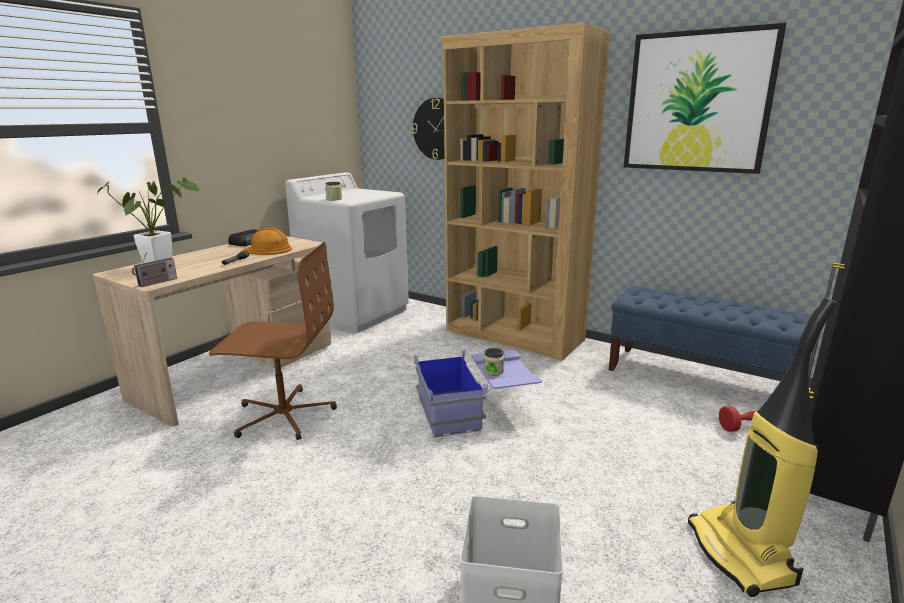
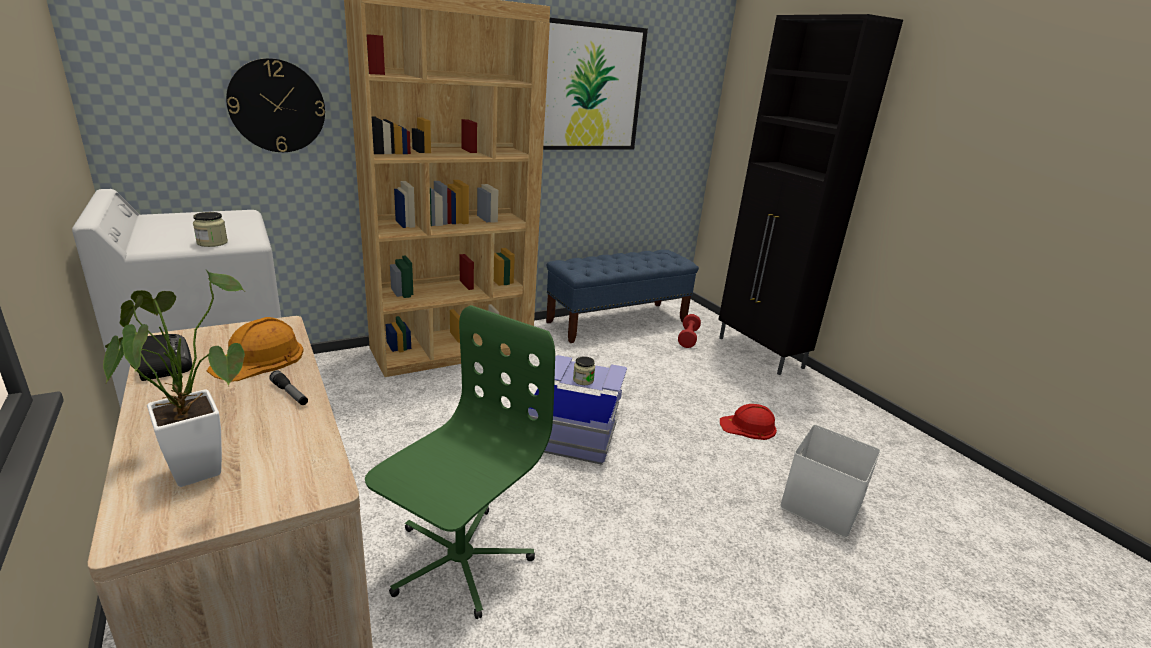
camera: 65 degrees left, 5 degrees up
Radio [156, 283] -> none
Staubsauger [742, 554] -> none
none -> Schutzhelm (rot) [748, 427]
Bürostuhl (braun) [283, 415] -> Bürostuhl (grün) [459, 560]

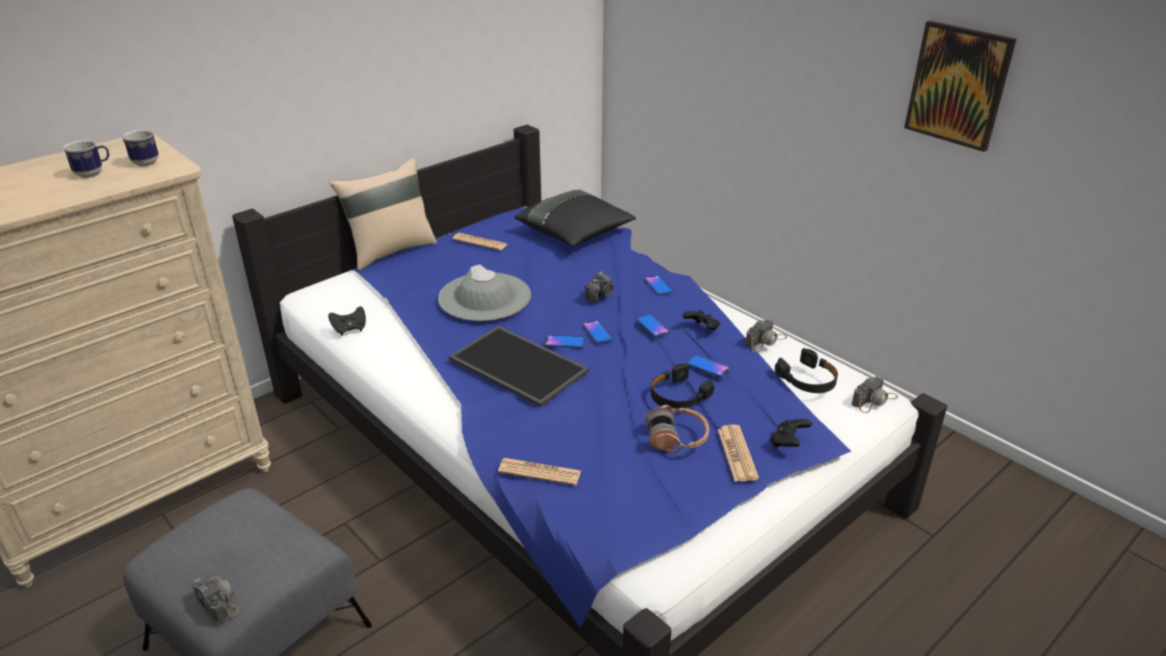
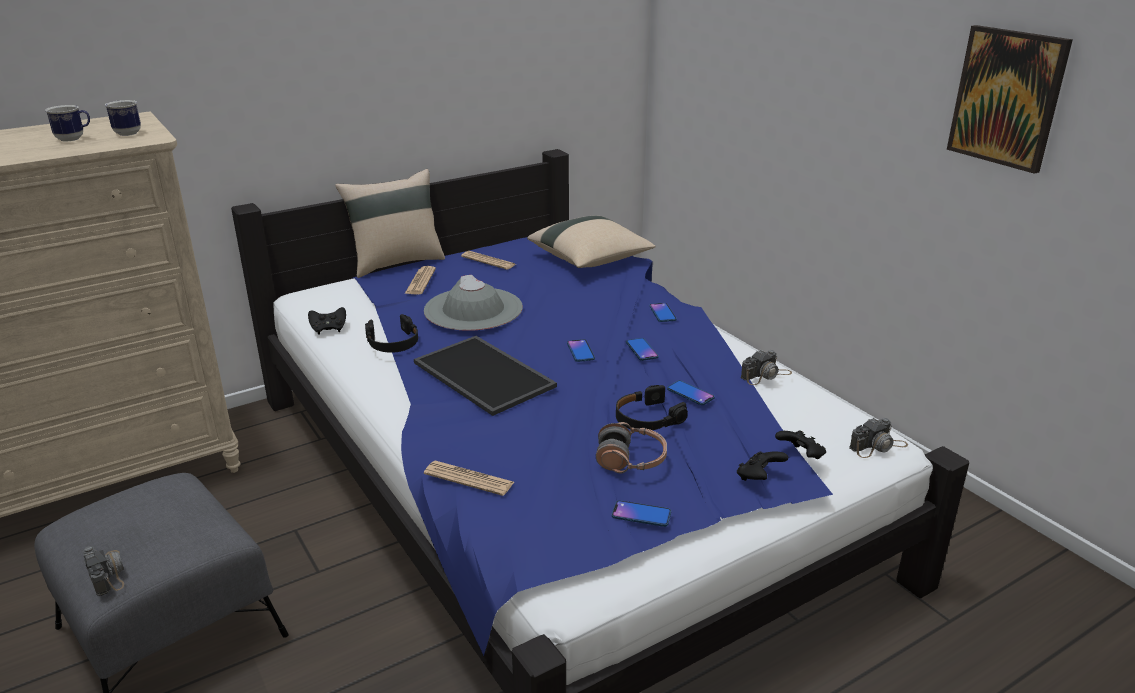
camera: 10 degrees right, 5 degrees down
Kamera [600, 295] -> none
Handy [564, 342] -> Handy [641, 514], relocated
Gamepad (schwarz) [702, 329] -> Gamepad (schwarz) [801, 456], relocated
Zeitung [737, 454] -> Zeitung [420, 281], relocated
Kopfhörer (schwarz) [808, 379] -> Kopfhörer (schwarz) [393, 342], relocated
Kissen (schwarz) [575, 234] -> Kissen (beige) [591, 260]

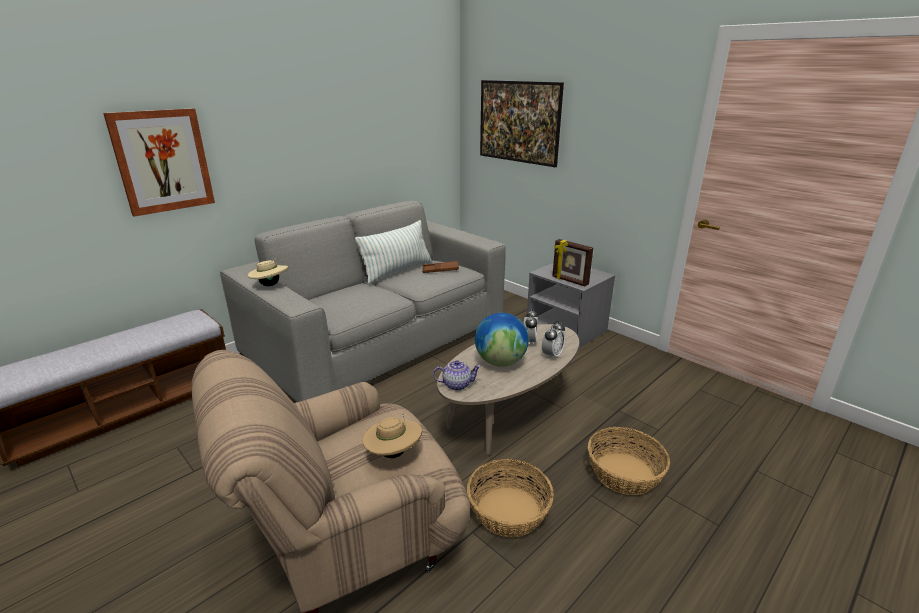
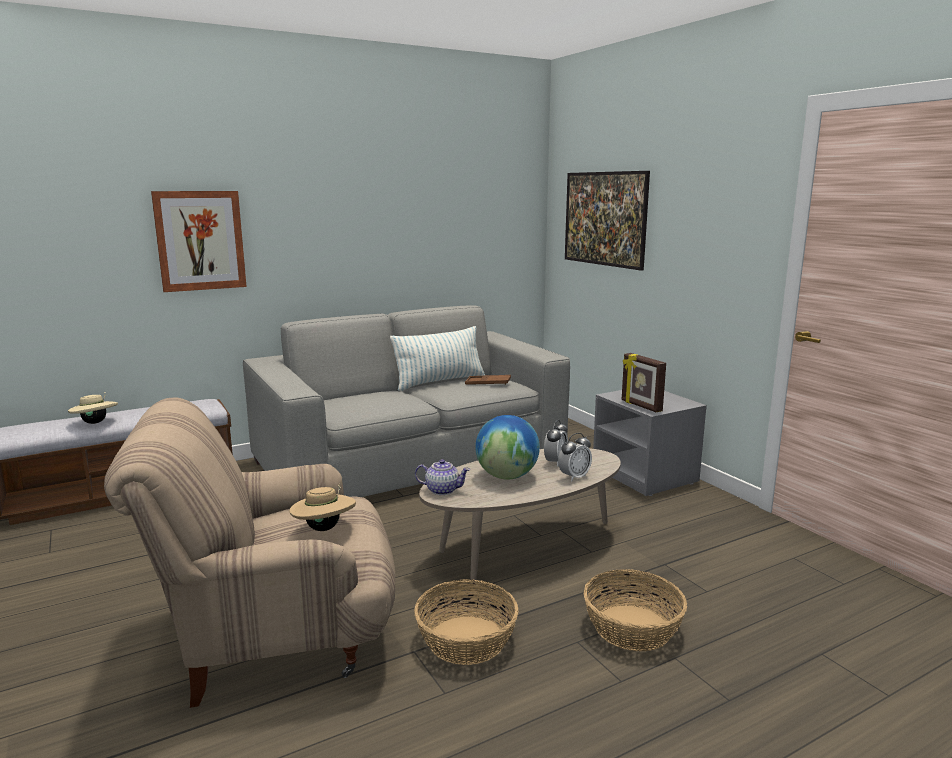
camera: 15 degrees right, 10 degrees down
Hut (beige) [270, 285] -> Hut (beige) [95, 422], relocated

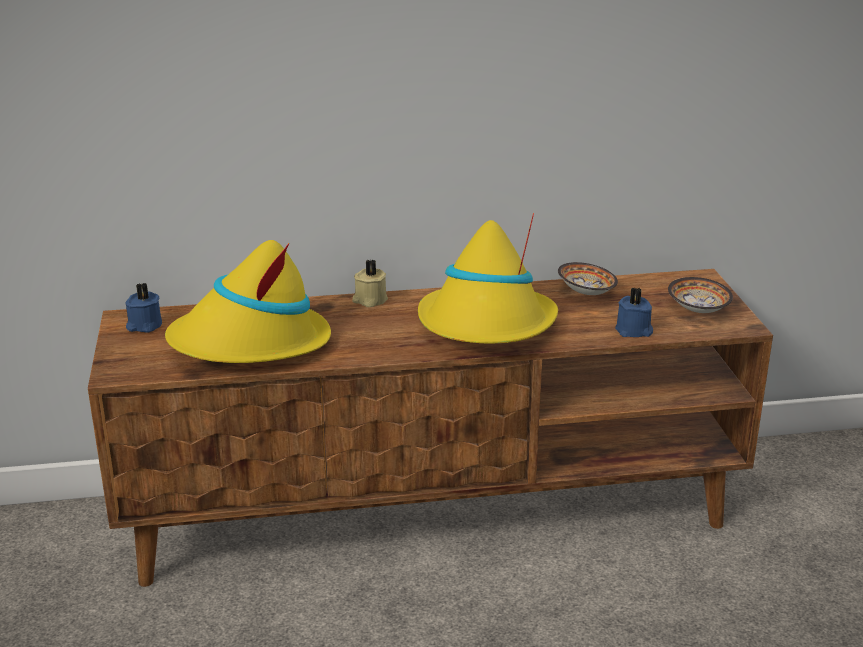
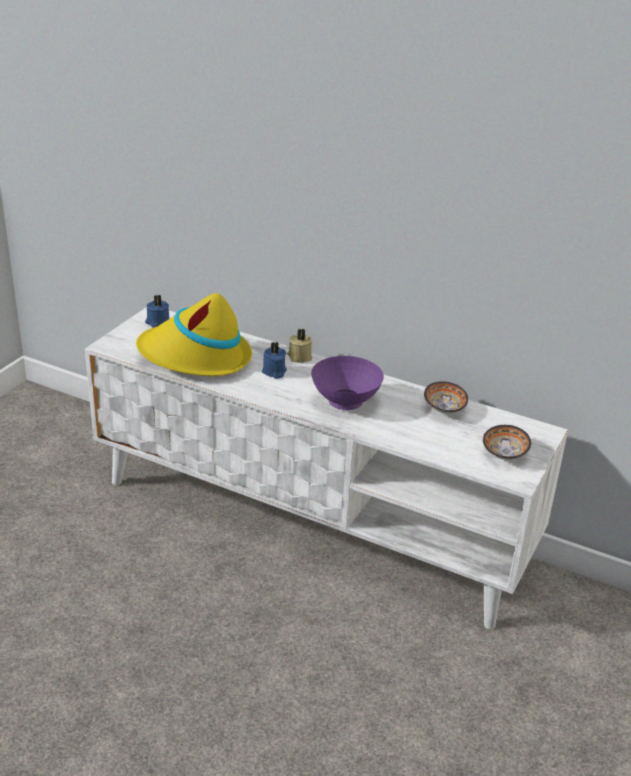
camera: 35 degrees right, 5 degrees up
Kerze (blau) [634, 331] -> Kerze (blau) [274, 372], relocated
Hut (gelb) [487, 326] -> Schüssel (lila) [345, 404]
Fernsehschrank (braun) [433, 514] -> Fernsehschrank (weiß) [311, 523]

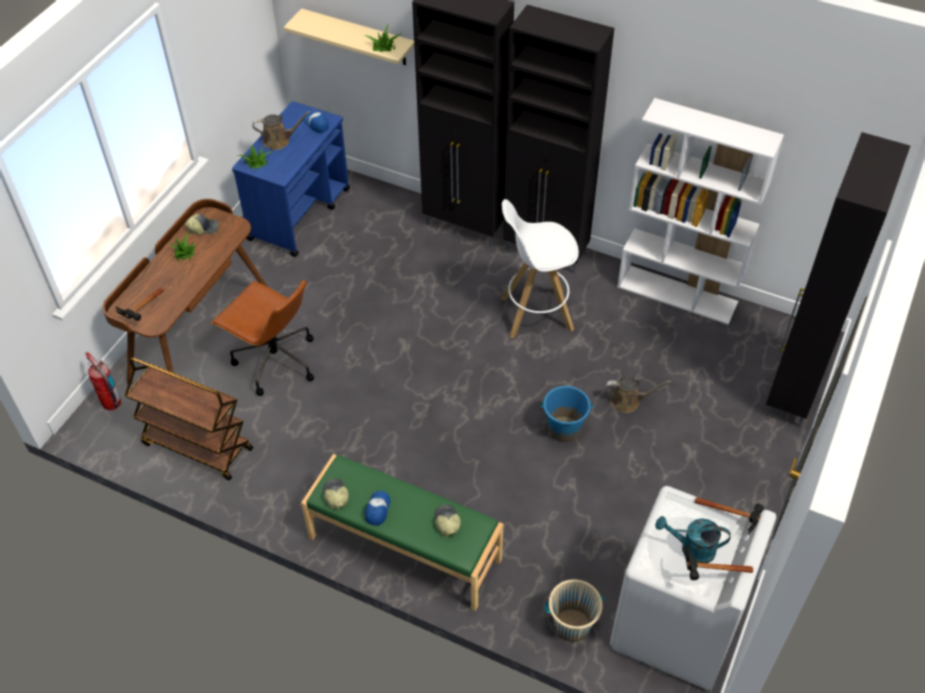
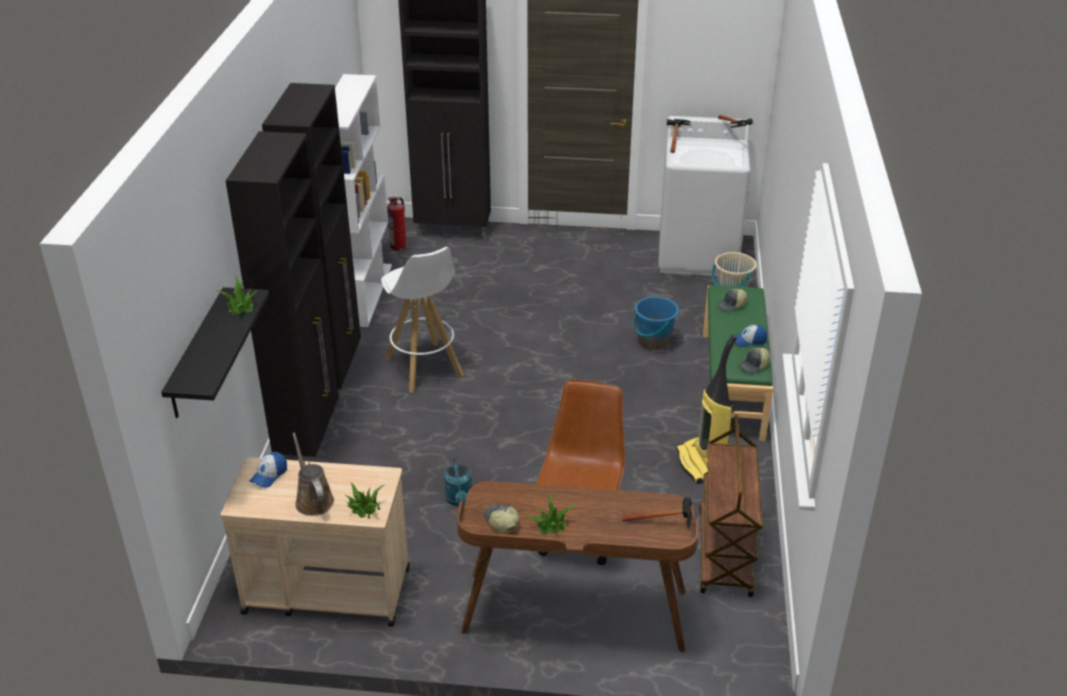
camera: 110 degrees left, 15 degrees down
Gießkanne (braun) [628, 401] -> none
none -> Staubsauger [702, 464]
Feuerlöscher [111, 403] -> Feuerlöscher [398, 246], relocated
Eimer (blau) [564, 429] -> Eimer (blau) [654, 341], relocated
Gießkanne (türkis) [691, 549] -> Gießkanne (türkis) [460, 500], relocated
Rollwagen (blau) [300, 213] -> Rollwagen (beige) [326, 590]
Wandregal (beige) [358, 37] -> Wandregal (schwarz) [197, 354]

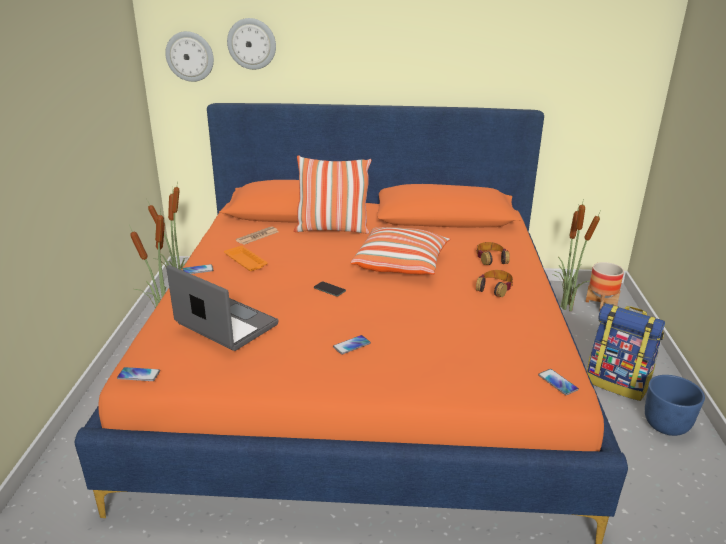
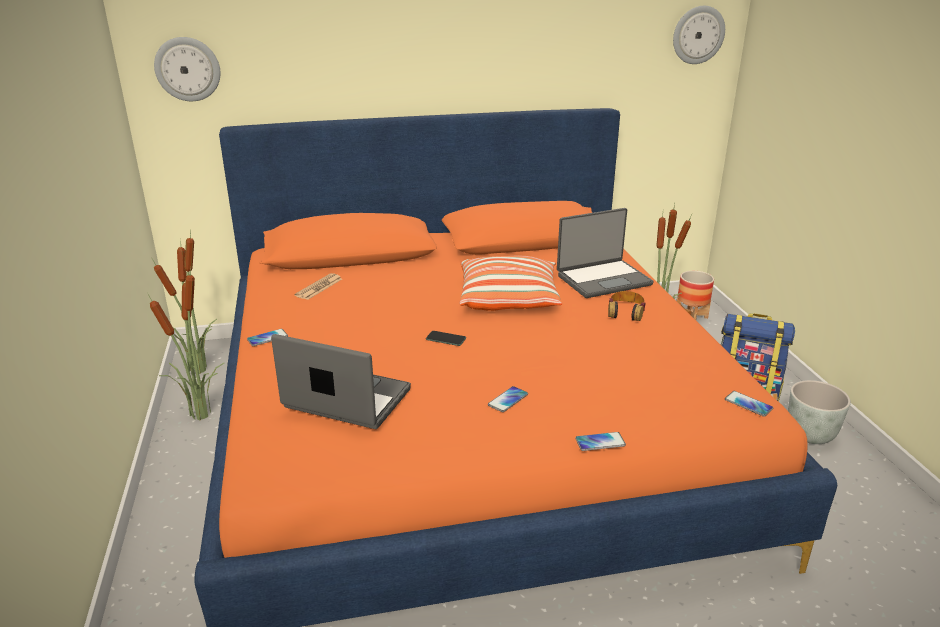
camera: 15 degrees left, 0 degrees up
Tablett (orange) [246, 262] -> none
Kissen [332, 229] -> none
Handy [138, 375] -> Handy [600, 442], relocated
Wanduhr [252, 44] -> Wanduhr [698, 35], relocated
Kopfhörer [491, 258] -> Laptop [603, 279]
Pflanzkübel (blau) [665, 425] -> Pflanzkübel (grau) [809, 435]

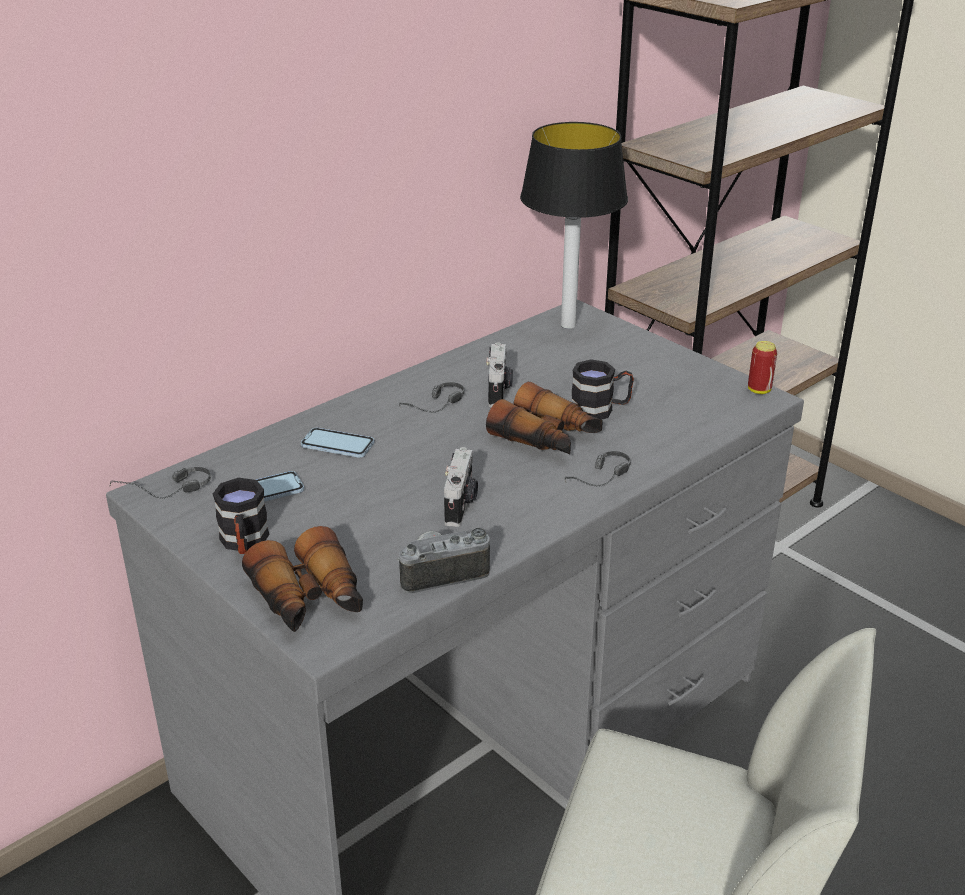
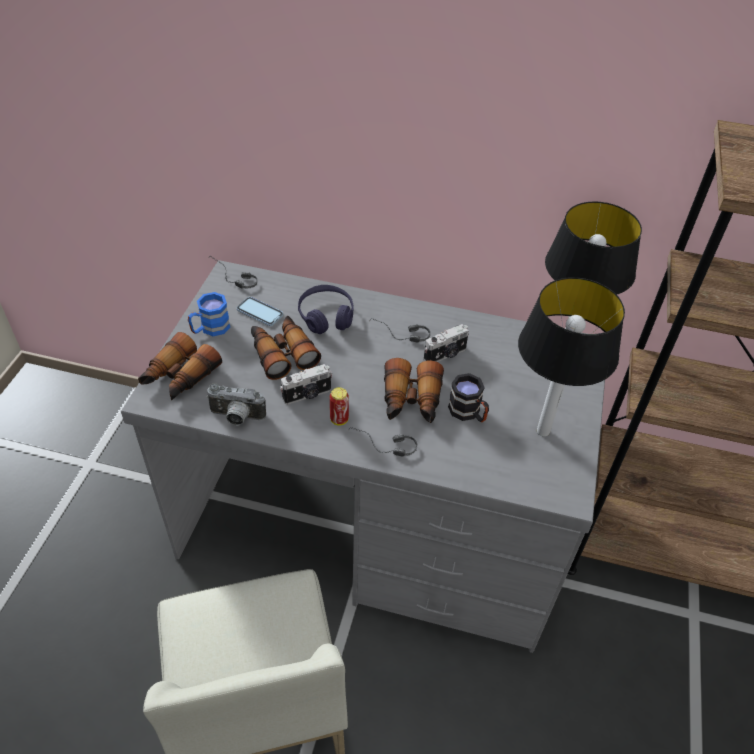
camera: 55 degrees right, 15 degrees up
none -> Fernglas [282, 353]
none -> Tischlampe [543, 430]
Dose [759, 390] -> Dose [339, 419], relocated
Handy [337, 445] -> Kopfhörer (lila) [326, 316]
Henkelbecher (schwarz) [244, 543] -> Henkelbecher (blau) [210, 329]
Kamera [442, 573] -> Kamera [236, 417], 150 degrees clockwise

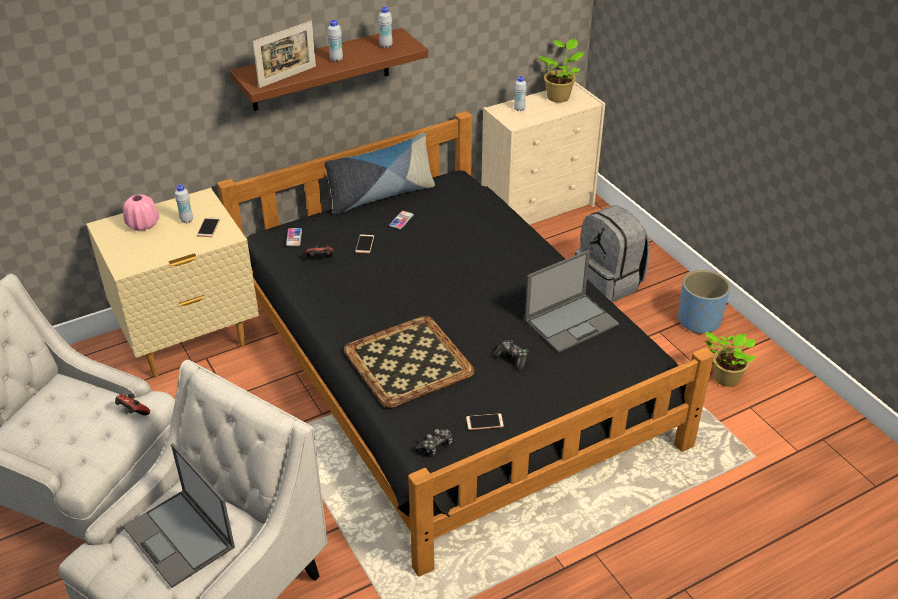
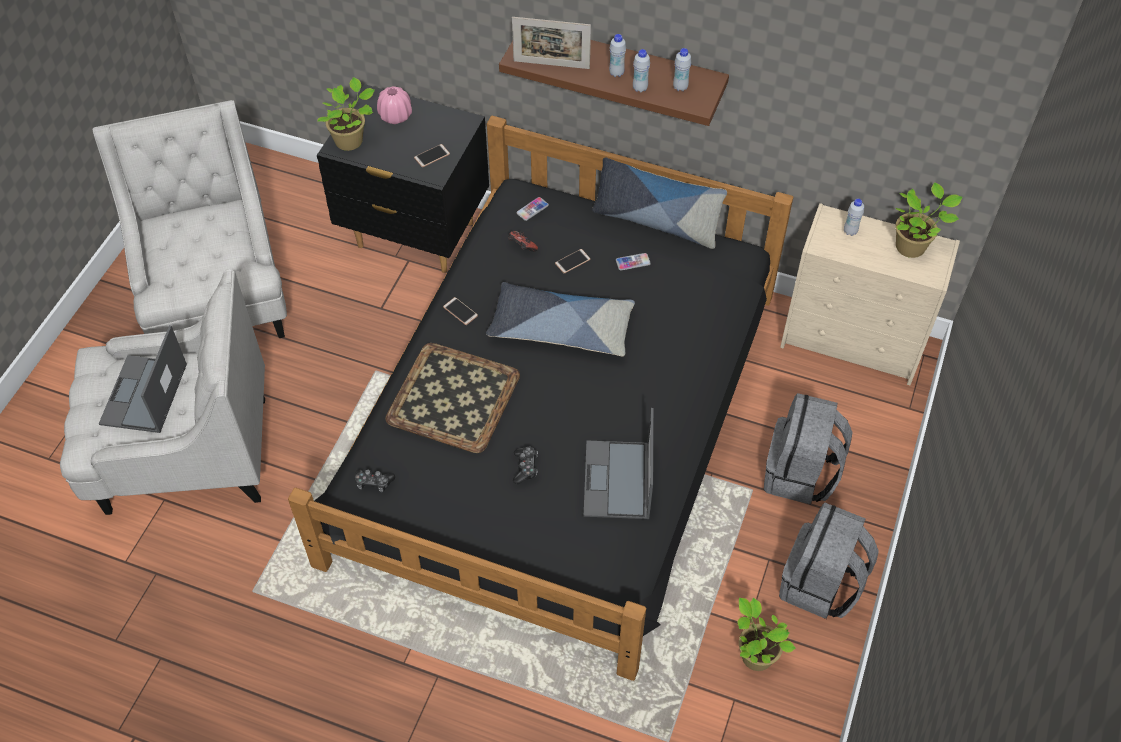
camera: 50 degrees right, 15 degrees up
Gamepad [133, 412] -> none
none -> Topfpflanze [351, 141]
none -> Kissen [561, 328]
Flasche (weiß) [186, 220] -> Flasche (weiß) [640, 88], relocated
Handy [484, 422] -> Handy [460, 311], relocated
Pflanzkübel (blau) [699, 321] -> Rucksack (grau) [820, 584]
Nachttisch (beige) [189, 342] -> Nachttisch (schwarz) [415, 236]
Laptop [572, 322] -> Laptop [617, 481], 75 degrees clockwise

